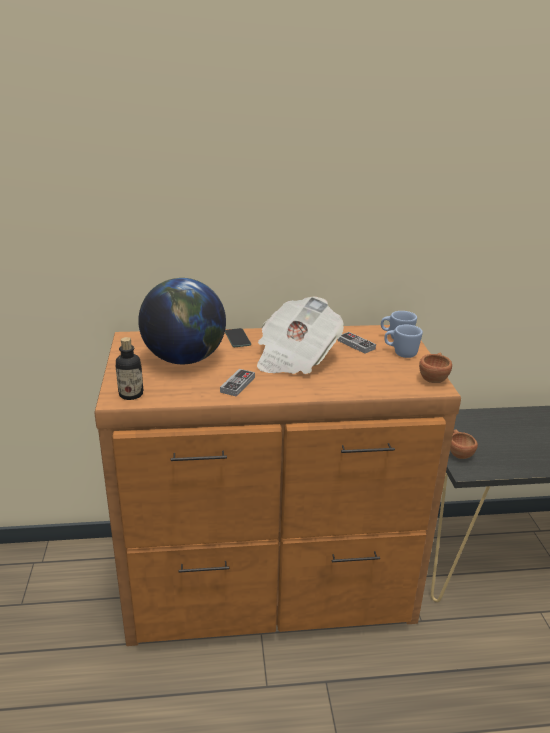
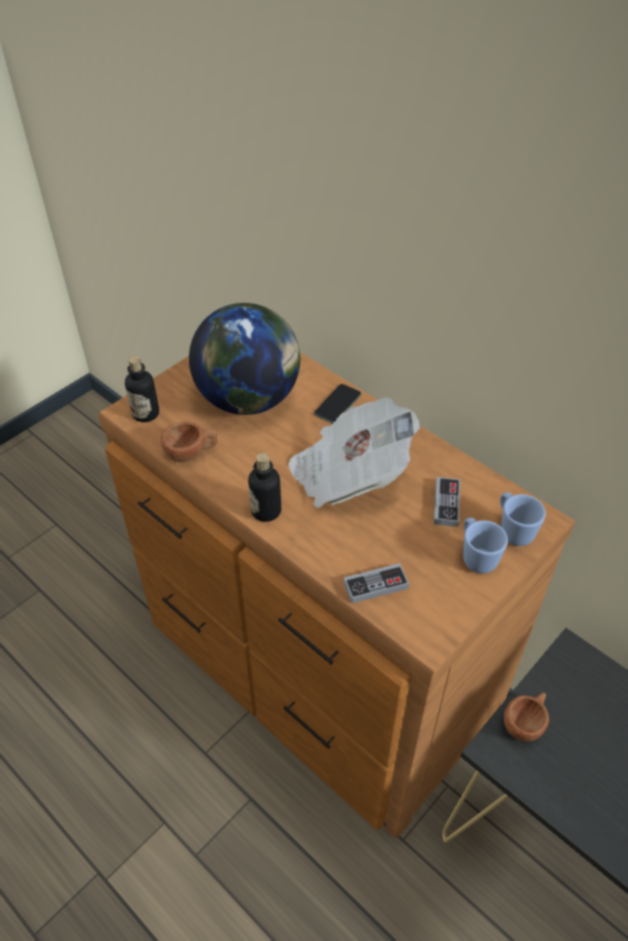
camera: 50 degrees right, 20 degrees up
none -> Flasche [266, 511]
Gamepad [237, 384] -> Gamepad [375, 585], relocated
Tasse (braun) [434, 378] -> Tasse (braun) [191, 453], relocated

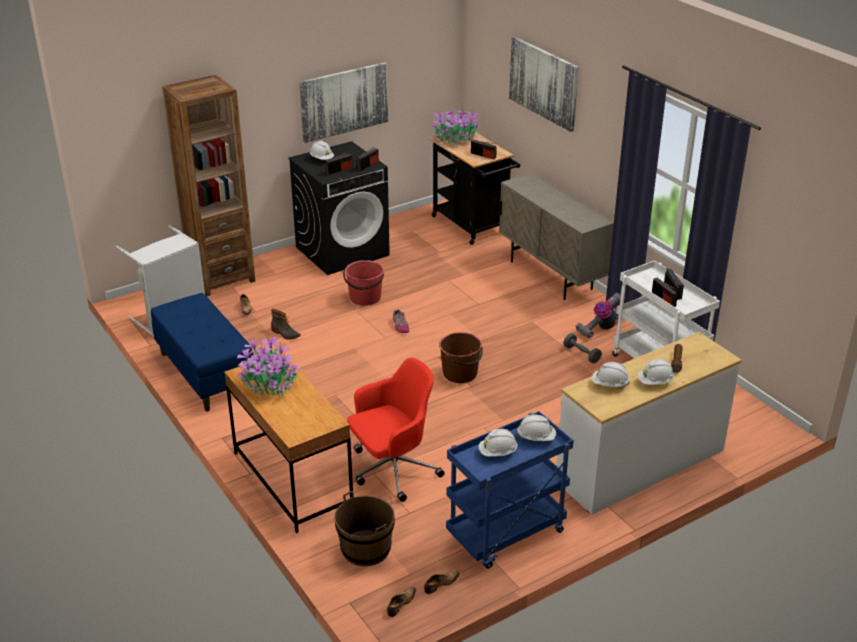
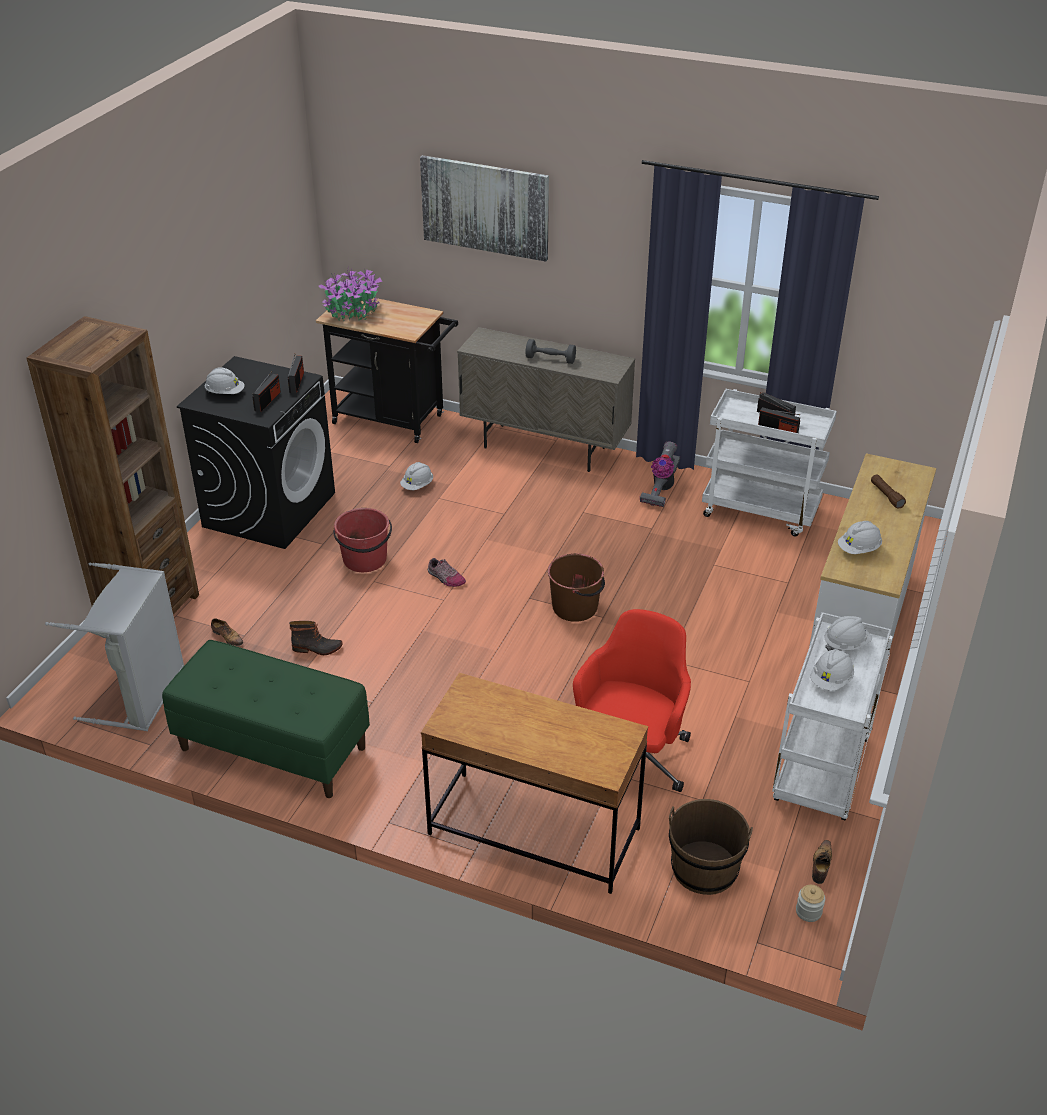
camera: 35 degrees left, 5 degrees up
Topfpflanze [269, 384] -> none
Bild [344, 101] -> none
Radio [483, 155] -> none
Hantel (grau) [581, 354] -> Hantel (grau) [550, 359], relocated
Schutzhelm (weiß) [655, 382] -> Schutzhelm (weiß) [417, 486], relocated
Schuh [400, 604] -> Vorratsglas [808, 911]
Bank (blau) [205, 373] -> Bank (grün) [272, 748]
Rollwagen (blau) [506, 535] -> Rollwagen (weiß) [821, 773]

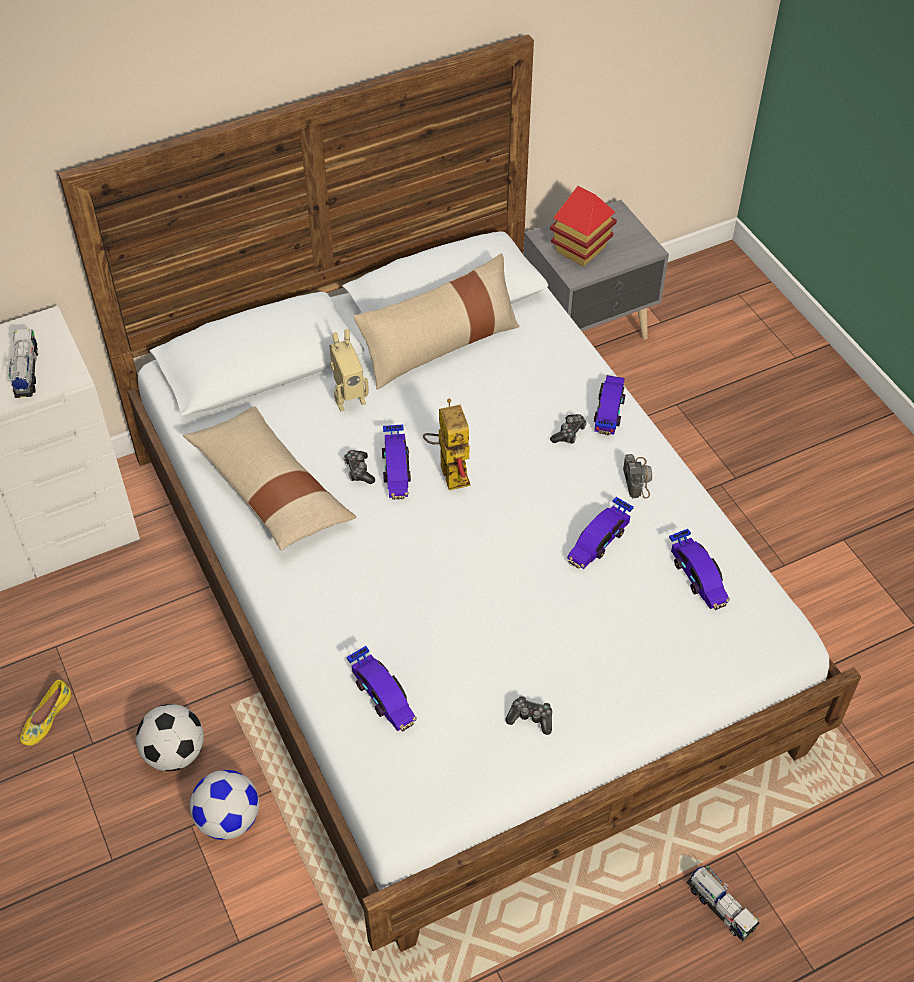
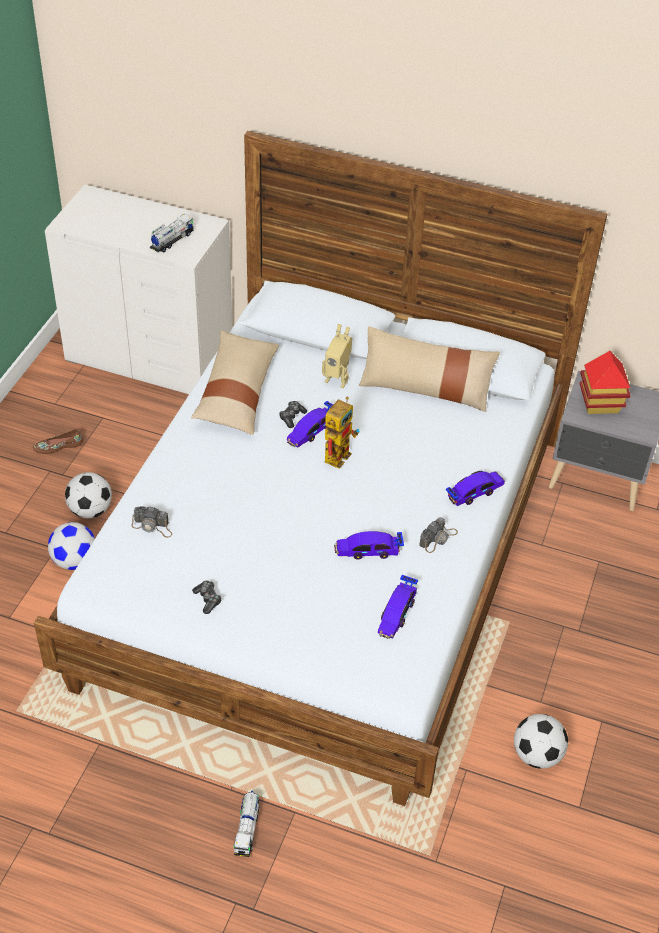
camera: 45 degrees right, 5 degrees down
Gamepad [569, 433] -> none
none -> Fußball [537, 755]
Spielzeugauto [383, 696] -> Kamera [153, 526]
Schuh (gelb) [46, 718] -> Schuh (braun) [58, 446]

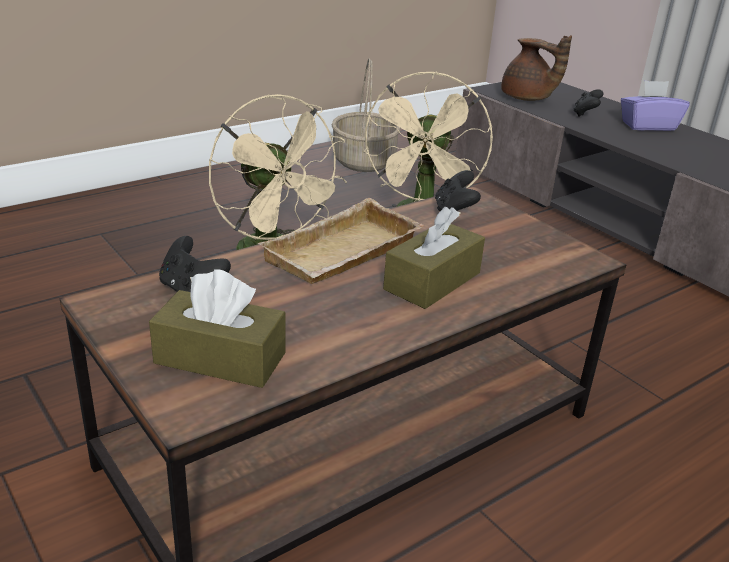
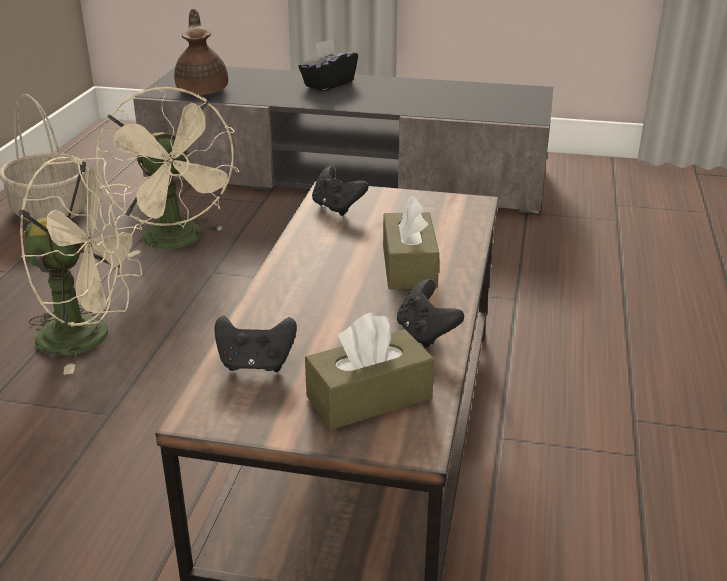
camera: 40 degrees left, 0 degrees up
Tablett (beige) [344, 255] -> none
Gamepad (schwarz) [585, 114] -> Gamepad (schwarz) [425, 334], relocated
Taschentuchbox (lila) [648, 126] -> Taschentuchbox (schwarz) [328, 84]
Teekanne (braun) [527, 98] -> Teekanne (braun) [203, 90], 105 degrees counterclockwise

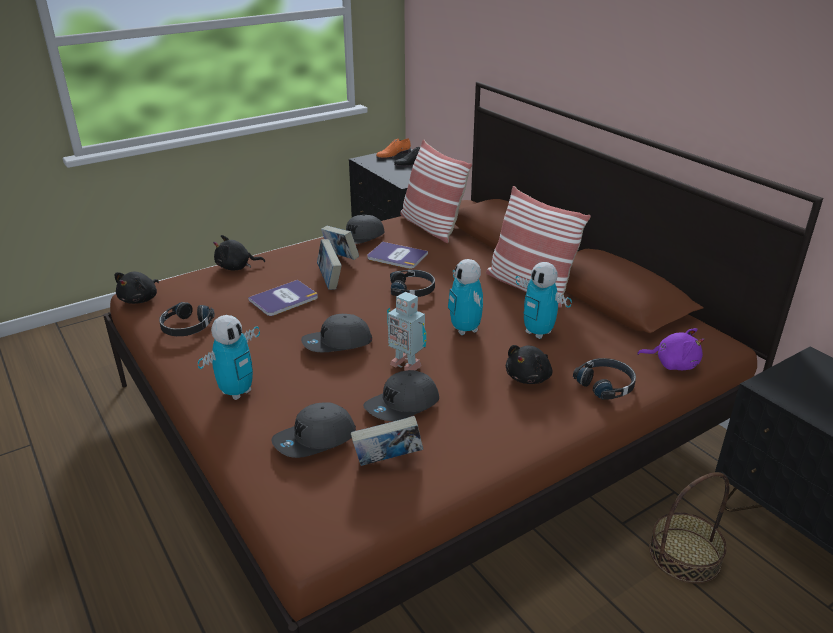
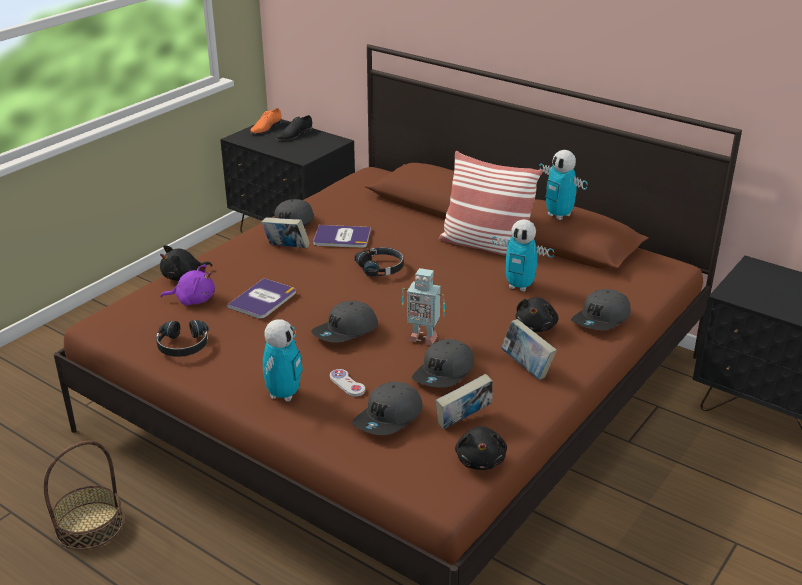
camera: 20 degrees left, 0 degrees up
Kissen [431, 227] -> none
none -> Gamepad (weiß) [347, 384]
Plüschtier (schwarz) [140, 299] -> Plüschtier (schwarz) [480, 460], relocated
Buch [329, 280] -> Buch [526, 367], relocated
Spielzeugroboter [465, 329] -> Spielzeugroboter [559, 215], relocated
Plüschtier (lila) [673, 364] -> Plüschtier (lila) [193, 300], relocated
Korb [684, 555] -> Korb [89, 525], relocated
Kopfhörer (schwarz) [606, 384] -> Kappe (grau) [602, 319]

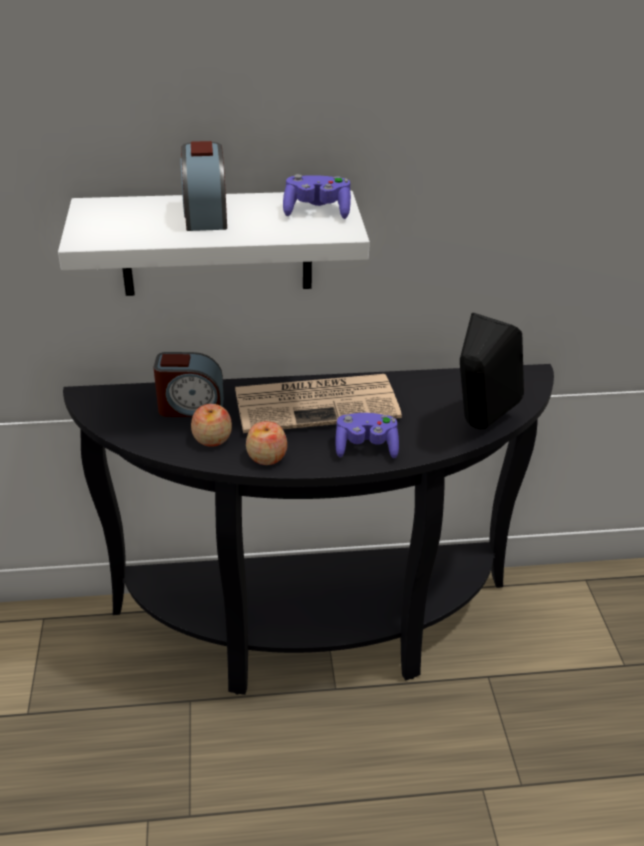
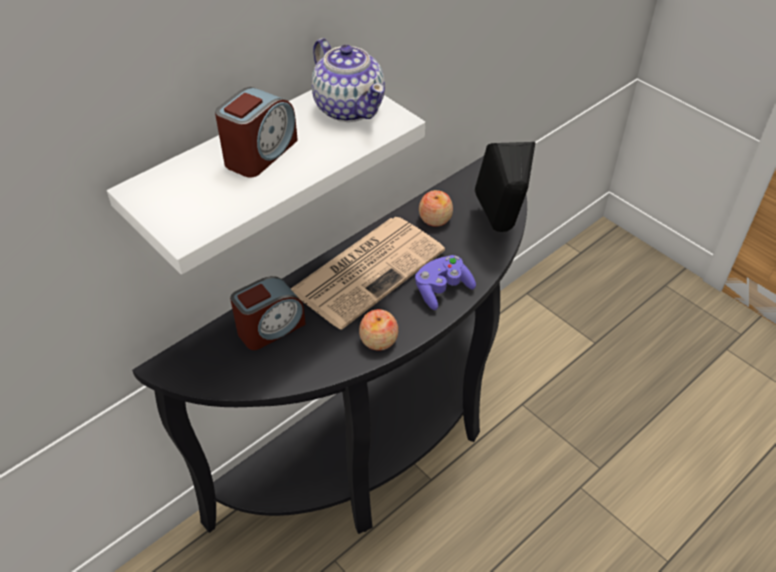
camera: 35 degrees left, 10 degrees up
Apfel [212, 438] -> Apfel [435, 219], relocated
Gamepad (lila) [317, 211] -> Teekanne [349, 107]
Wecker [205, 214] -> Wecker [260, 153], 105 degrees counterclockwise

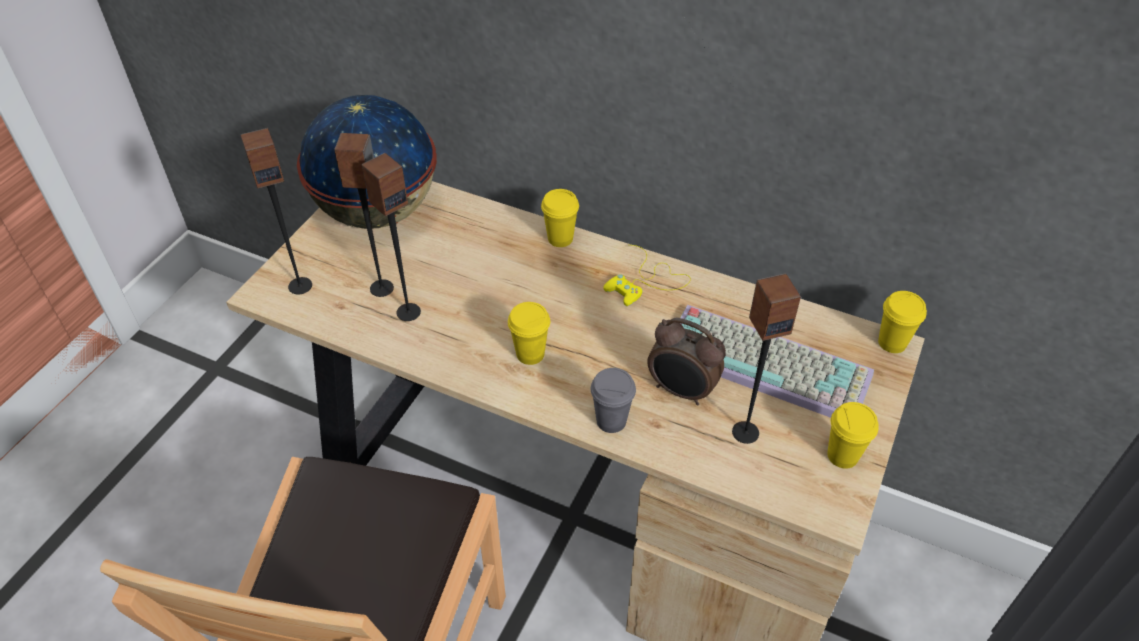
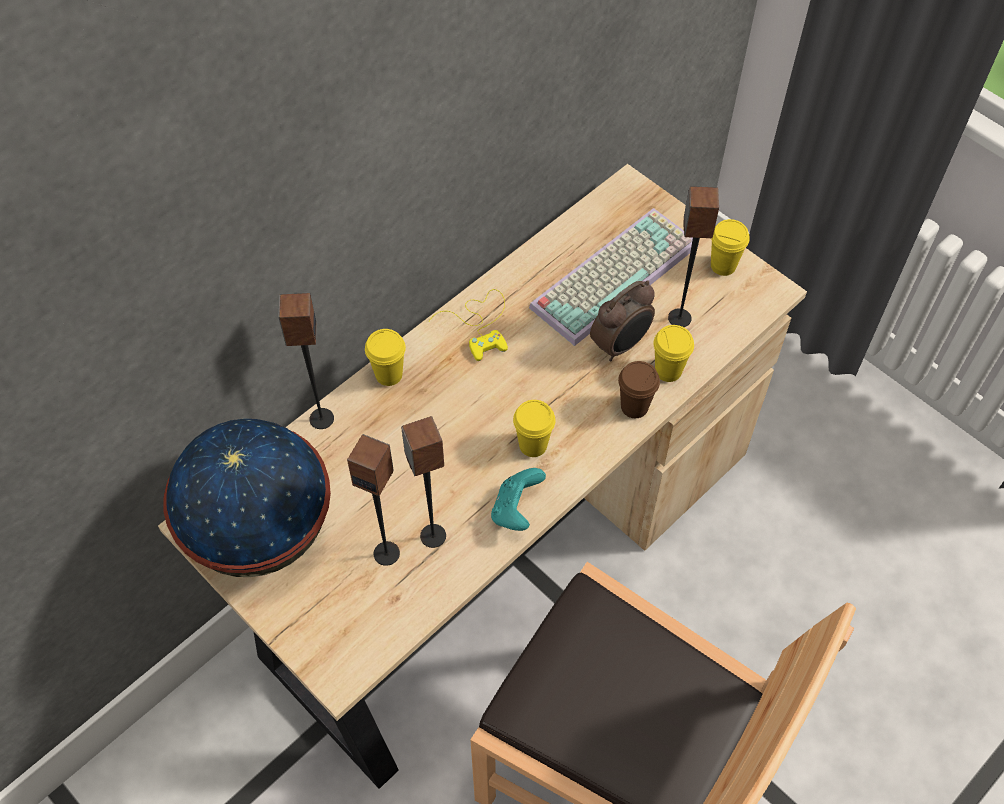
camera: 70 degrees left, 10 degrees up
none -> Gamepad (türkis) [516, 510]
Lautsprecher [300, 285] -> Lautsprecher [321, 418], relocated
Tasse (gelb) [892, 343] -> Tasse (gelb) [668, 371], relocated
Tasse (grau) [611, 421] -> Tasse (braun) [634, 407]

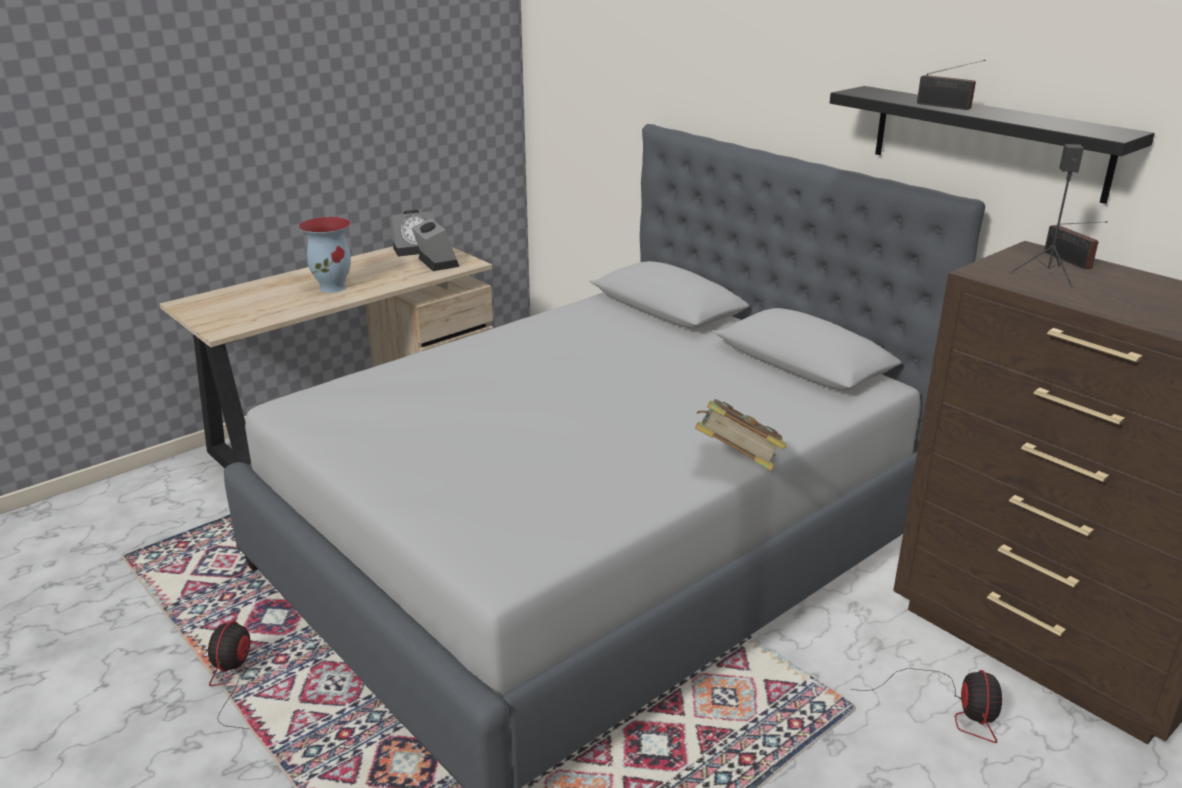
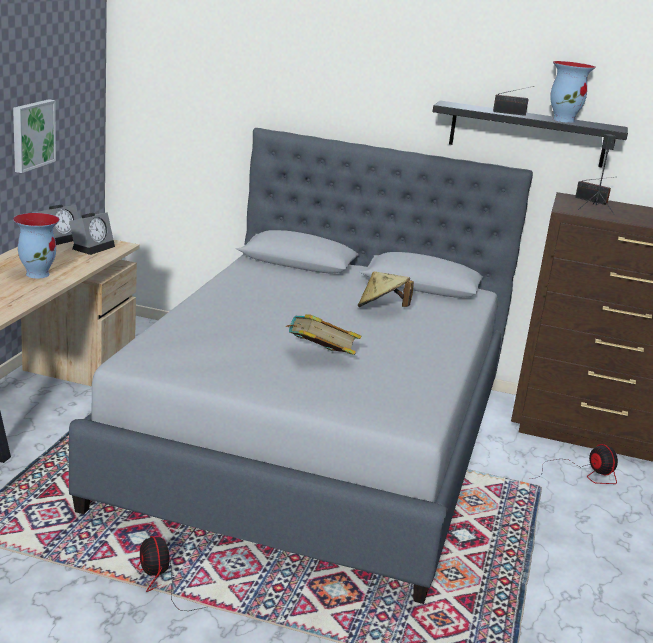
camera: 35 degrees left, 5 degrees down
none -> Bild [32, 135]
none -> Hut (beige) [382, 309]
none -> Vase [563, 120]
Buch [737, 464] -> Buch [319, 357], relocated
Wecker [435, 262] -> Wecker [93, 247], 90 degrees clockwise

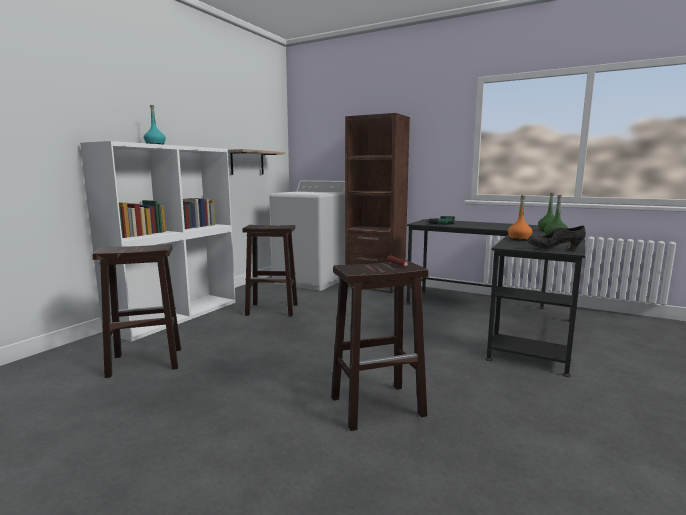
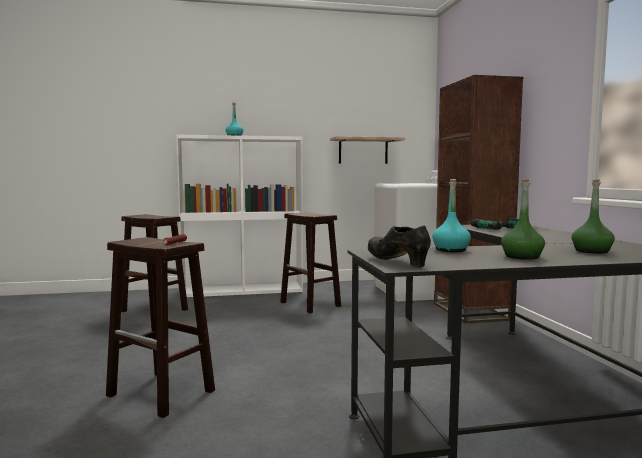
camera: 50 degrees right, 5 degrees down
Flasche (orange) [519, 239] -> Flasche (türkis) [451, 250]

